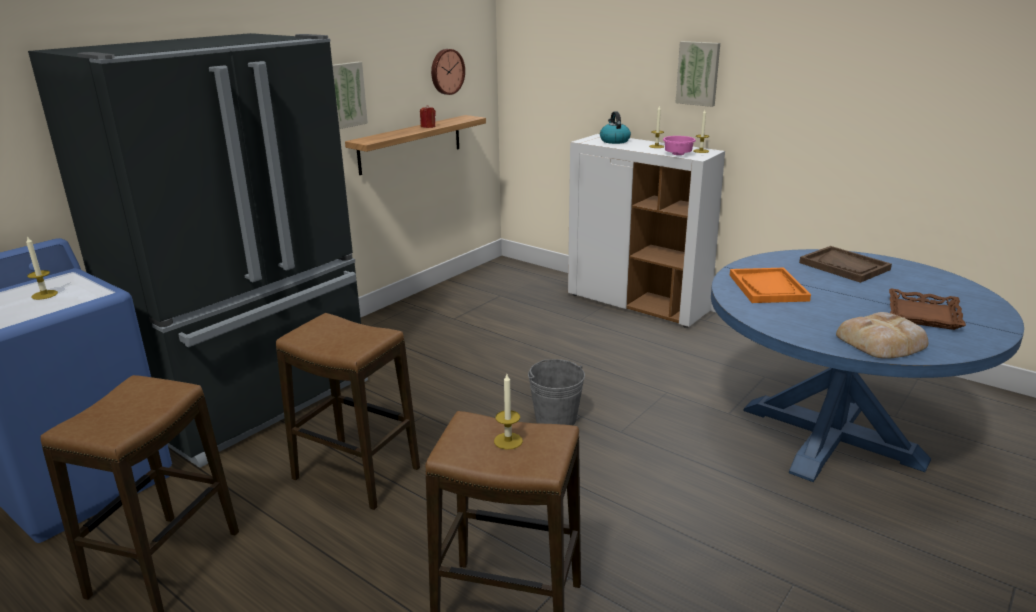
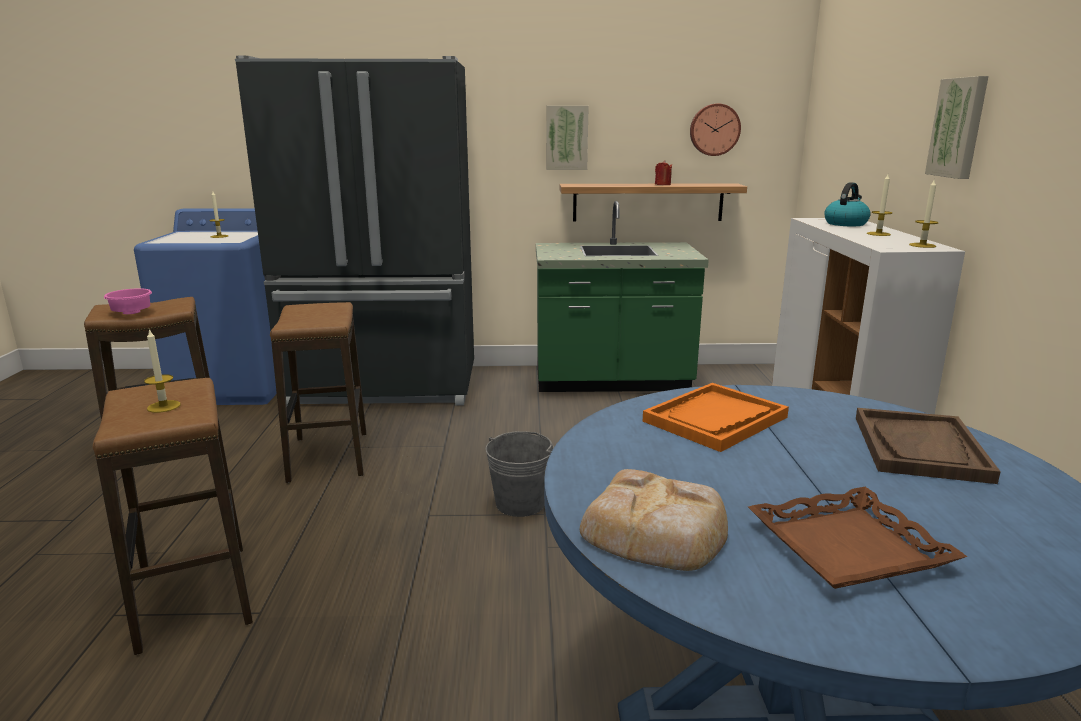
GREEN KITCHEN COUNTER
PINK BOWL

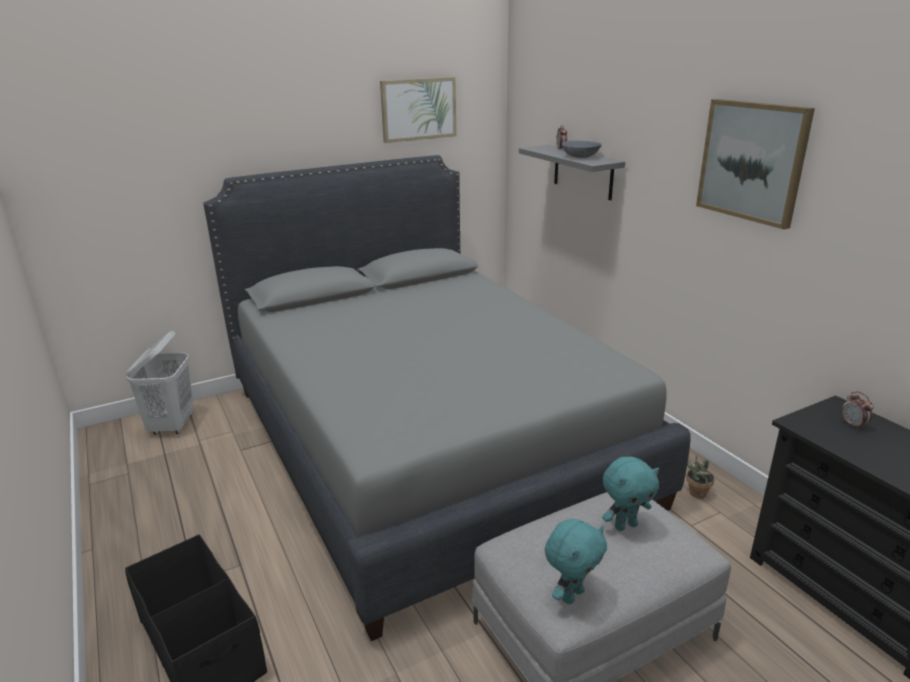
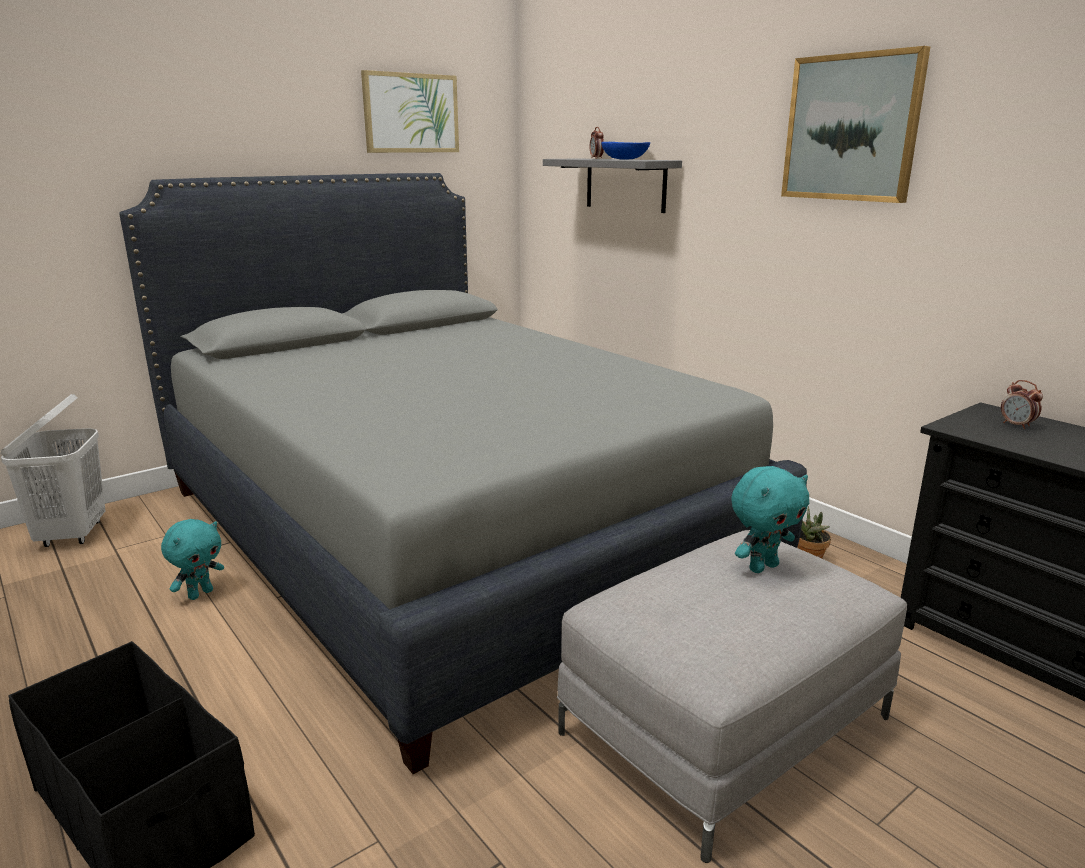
TURQUOISE SOFT TOY (no. 1 from left)
BLUE BOWL

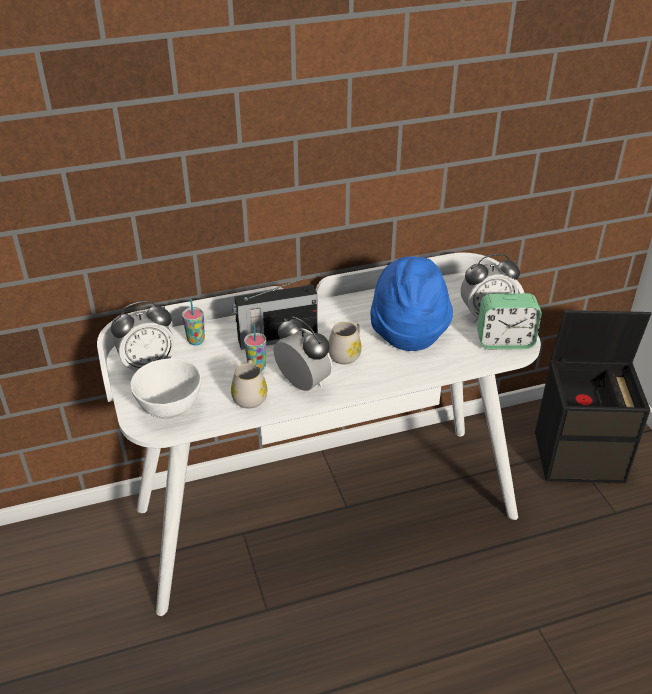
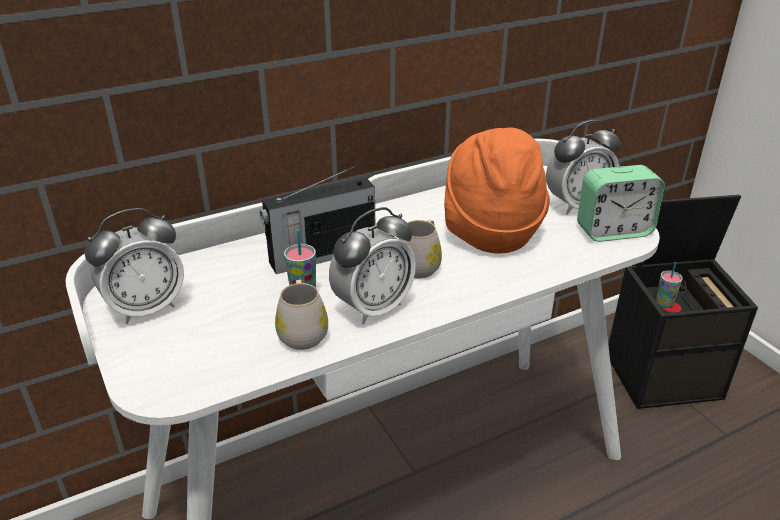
WHITE BOWL
DRINKING CUP (no. 2 from left)
ORANGE CLOTHING HAT
BEDSIDE CLOCK (no. 2 from left)

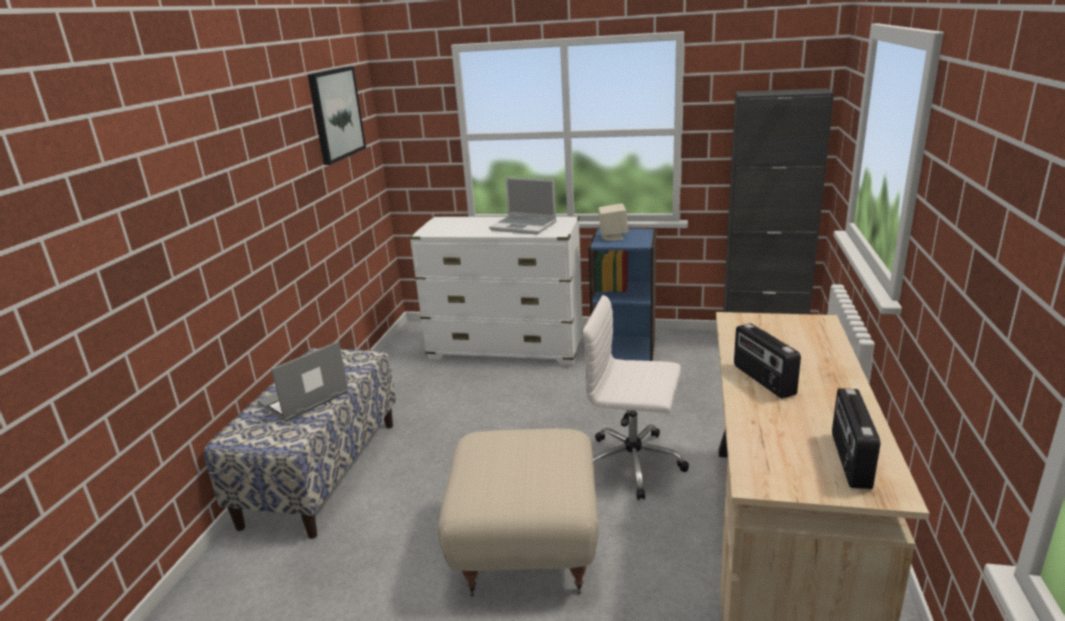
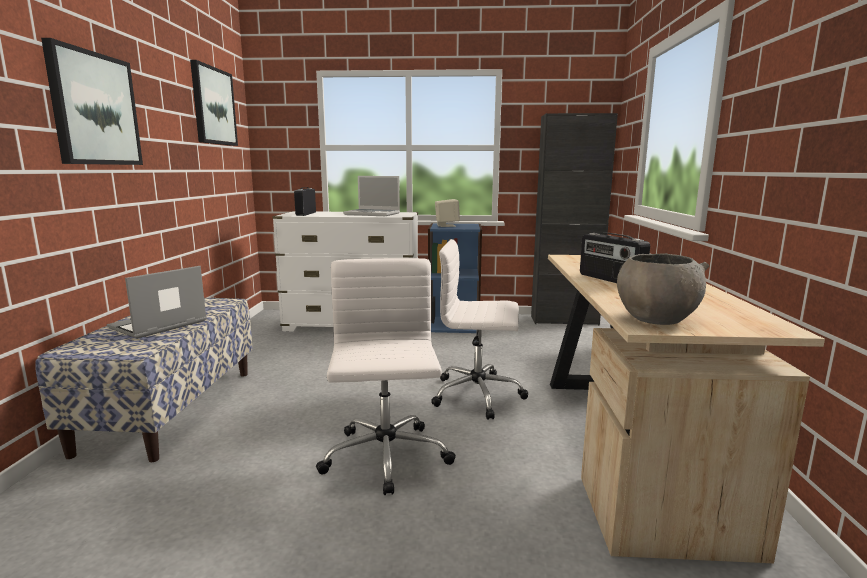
WALL PICTURE (no. 1 from left)
GRAY BOWL
RADIO RECEIVER (no. 1 from left)
WHITE OFFICE CHAIR (no. 1 from left)

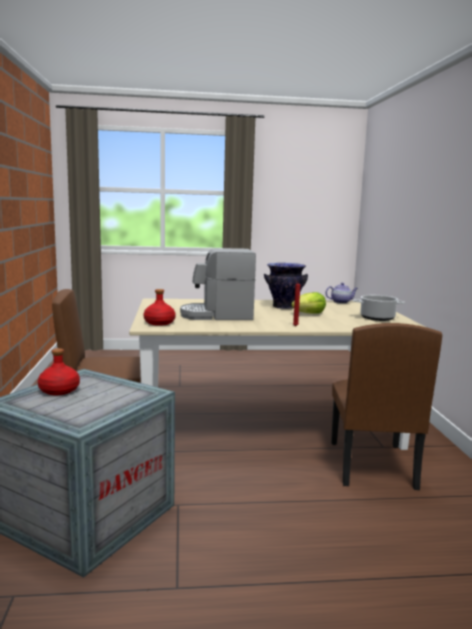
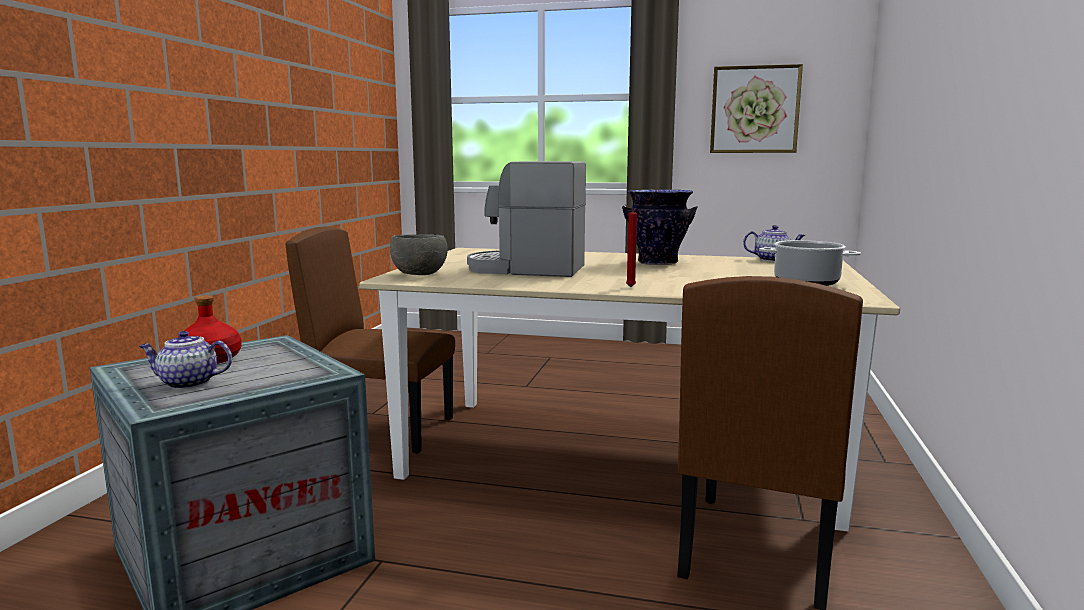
HEAD OF LETTUCE
TEA POT (no. 1 from left)
WALL PICTURE
GRAY BOWL

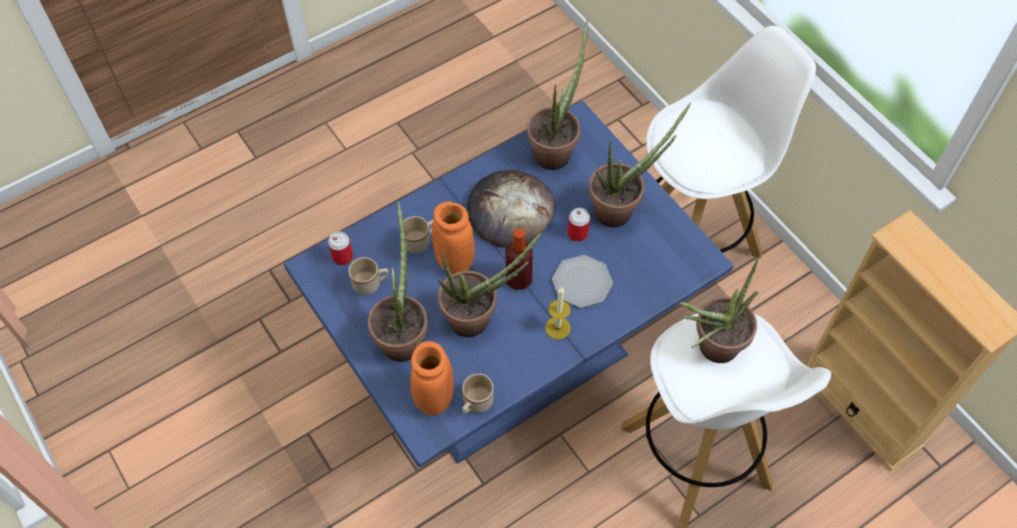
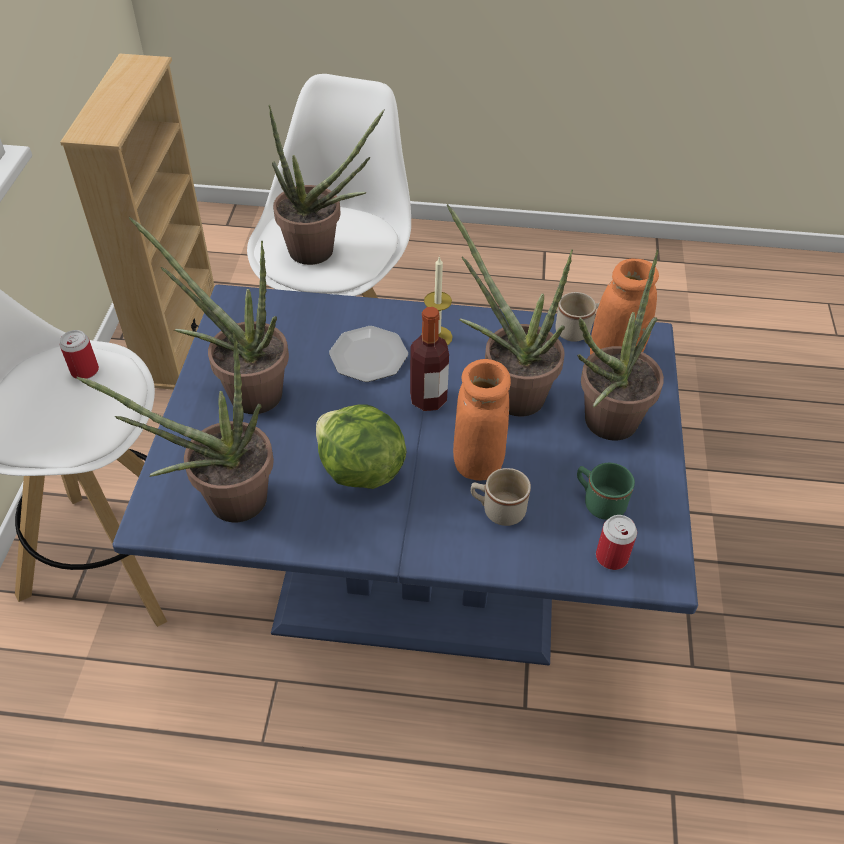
CAN (no. 1 from left)
HEAD OF LETTUCE
GREEN TEA MUG

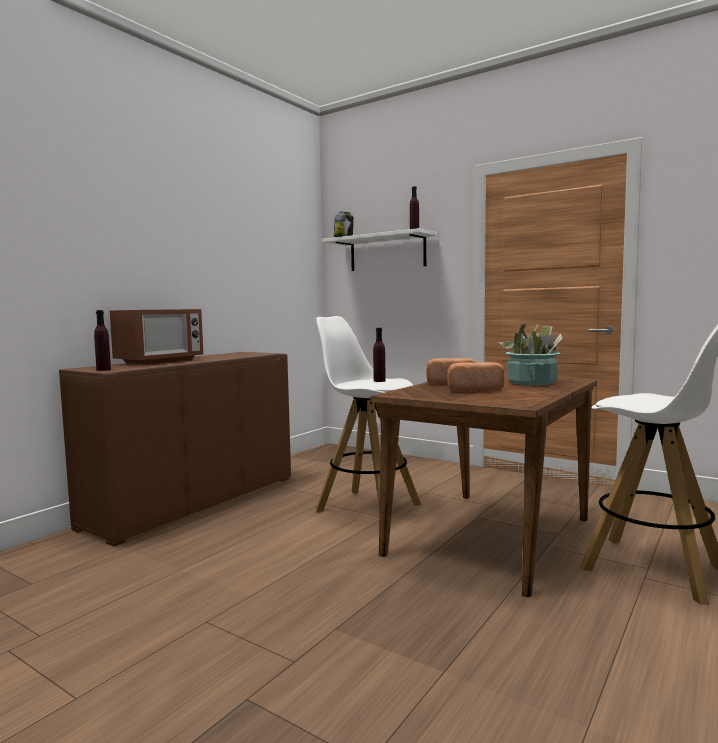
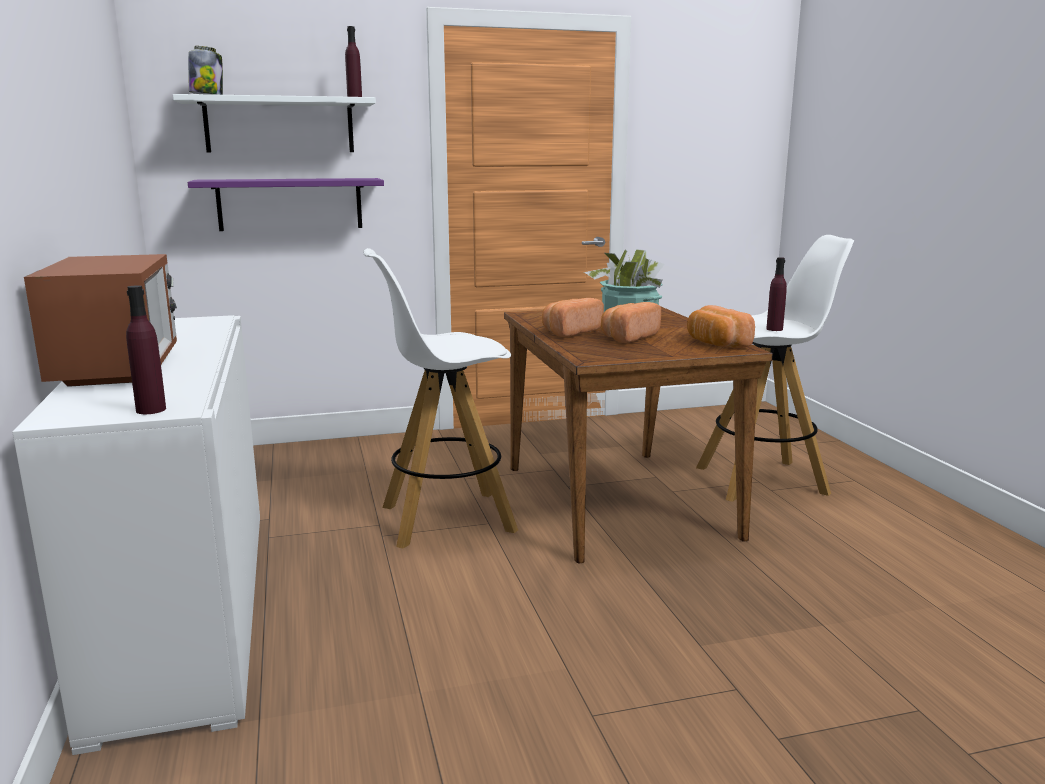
PURPLISH SHELF
BAKED BREAD (no. 3 from left)
PURPLISH BOTTLE (no. 3 from left)
WHITE CUPBOARD

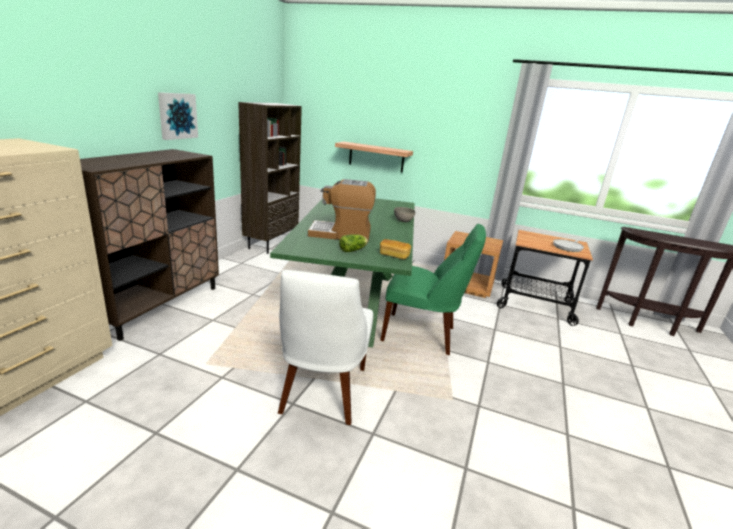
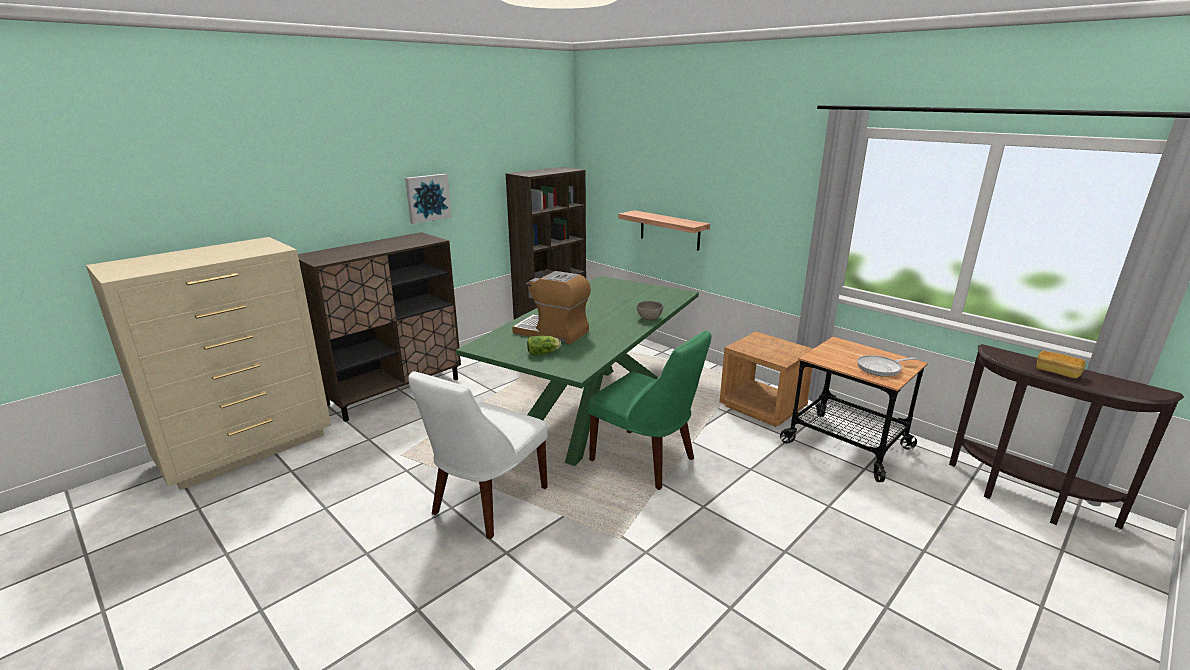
BAKED BREAD

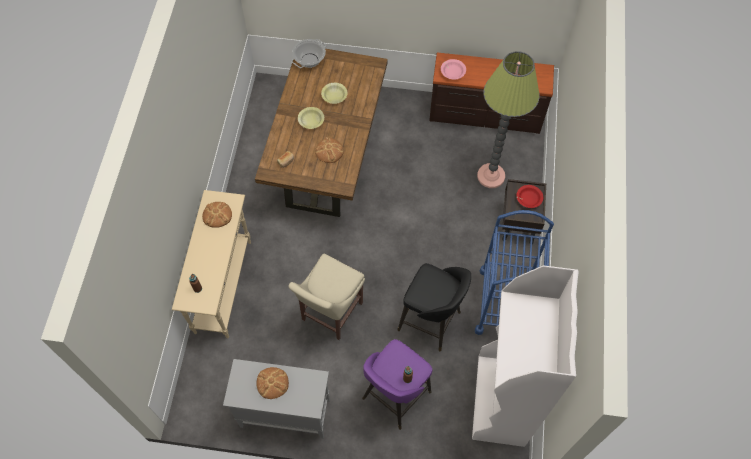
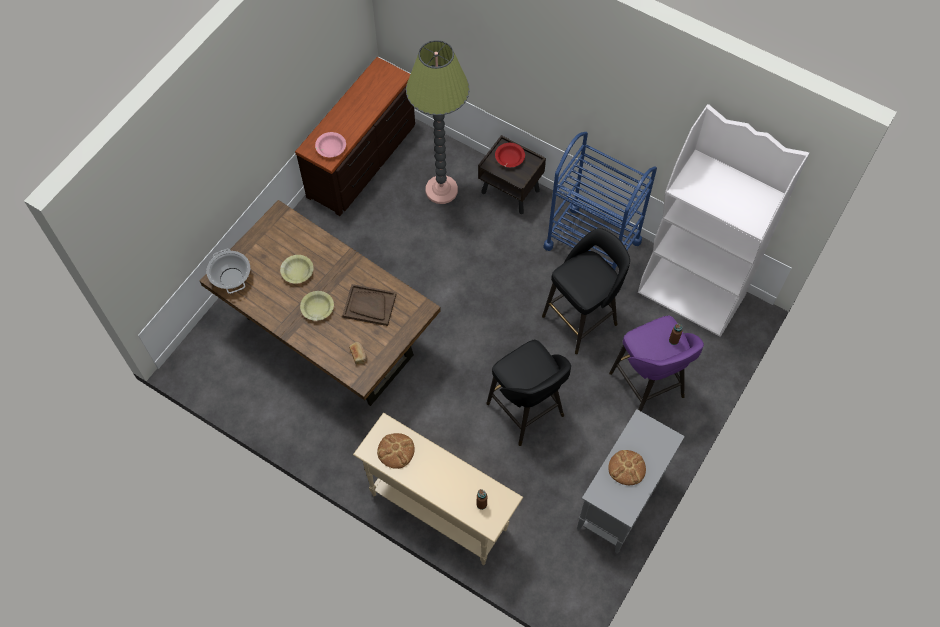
BLACK-COLOURED STOOL SEAT (no. 1 from left)
BROWNISH SERVING TRAY

